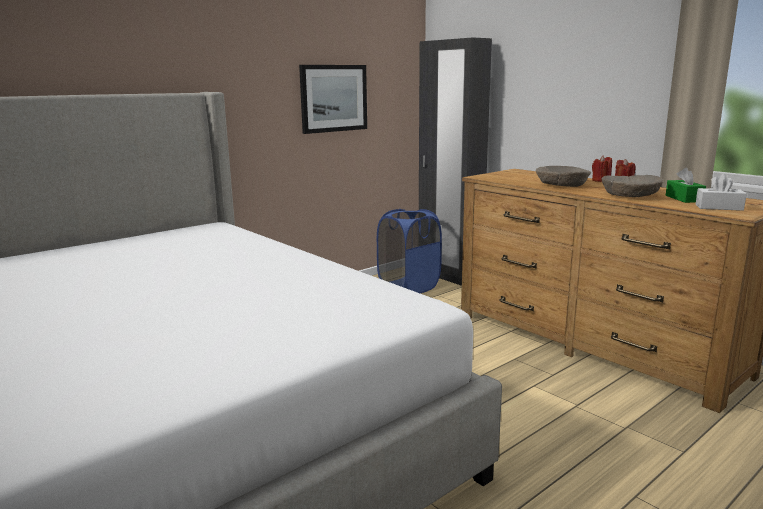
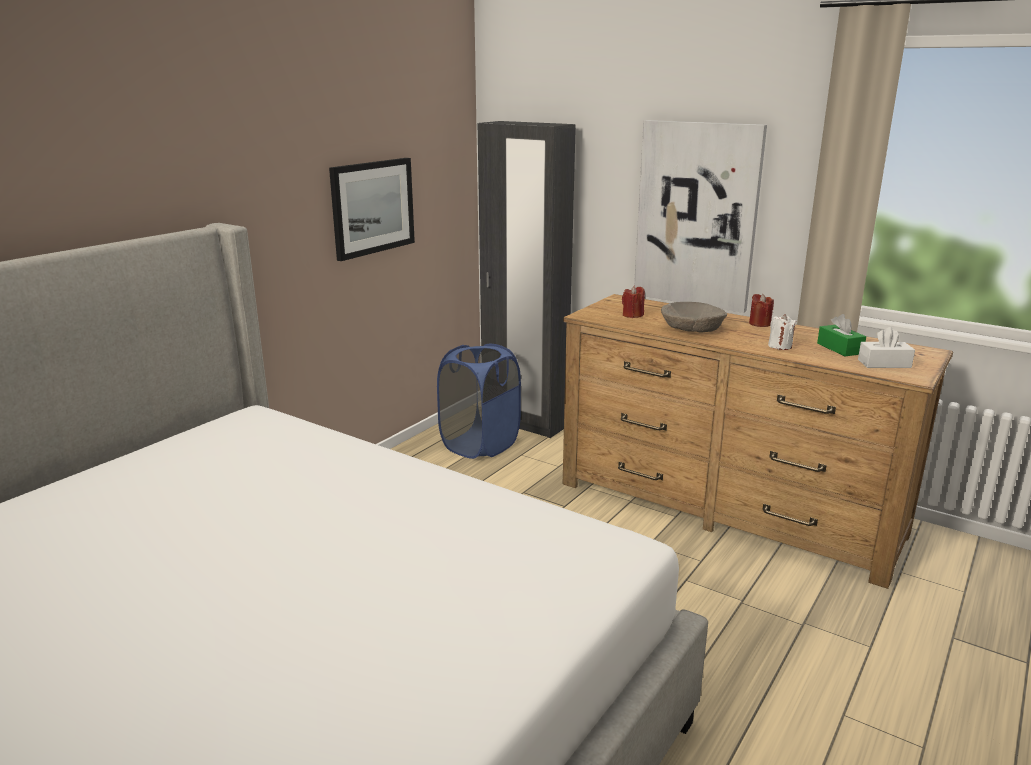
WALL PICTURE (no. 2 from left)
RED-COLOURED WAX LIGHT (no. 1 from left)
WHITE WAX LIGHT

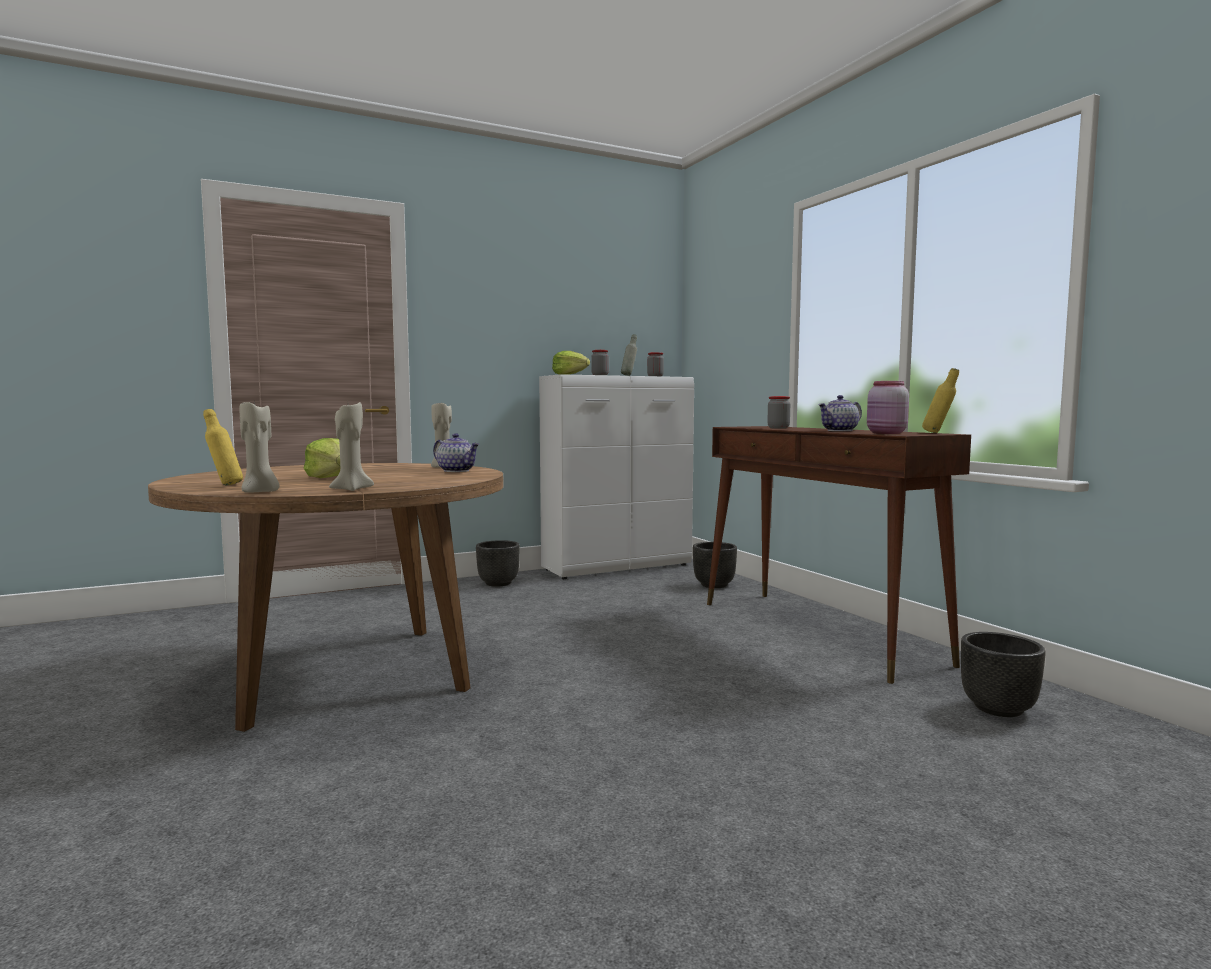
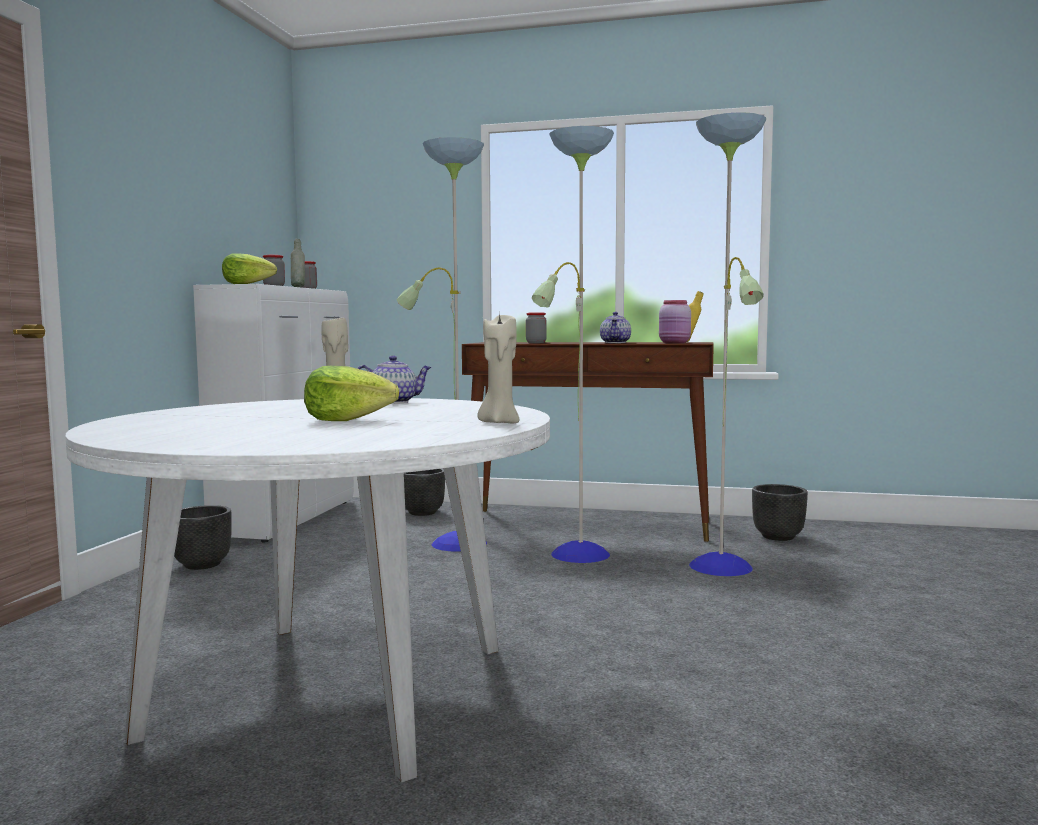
YELLOWISH BOTTLE (no. 1 from left in the first image)
BEIGE WAX LIGHT (no. 1 from left in the first image)
STANDING LAMP
WHITE DINNER TABLE

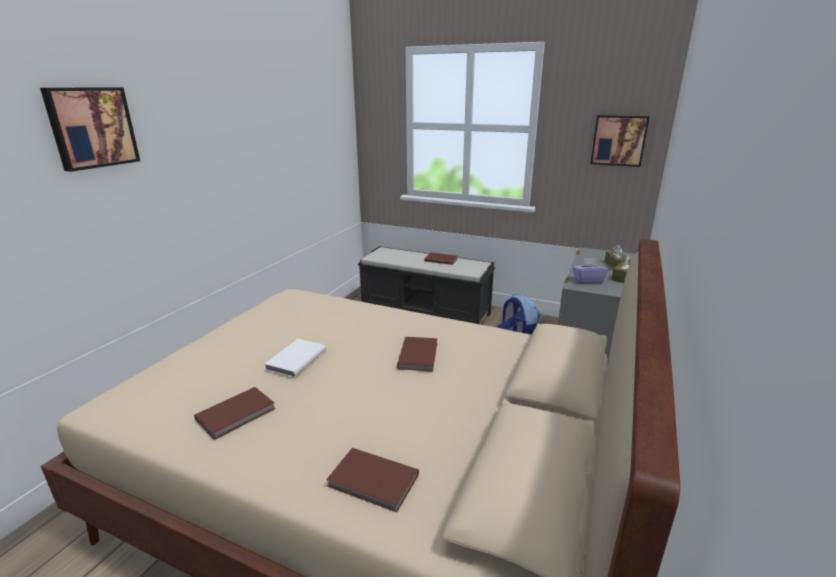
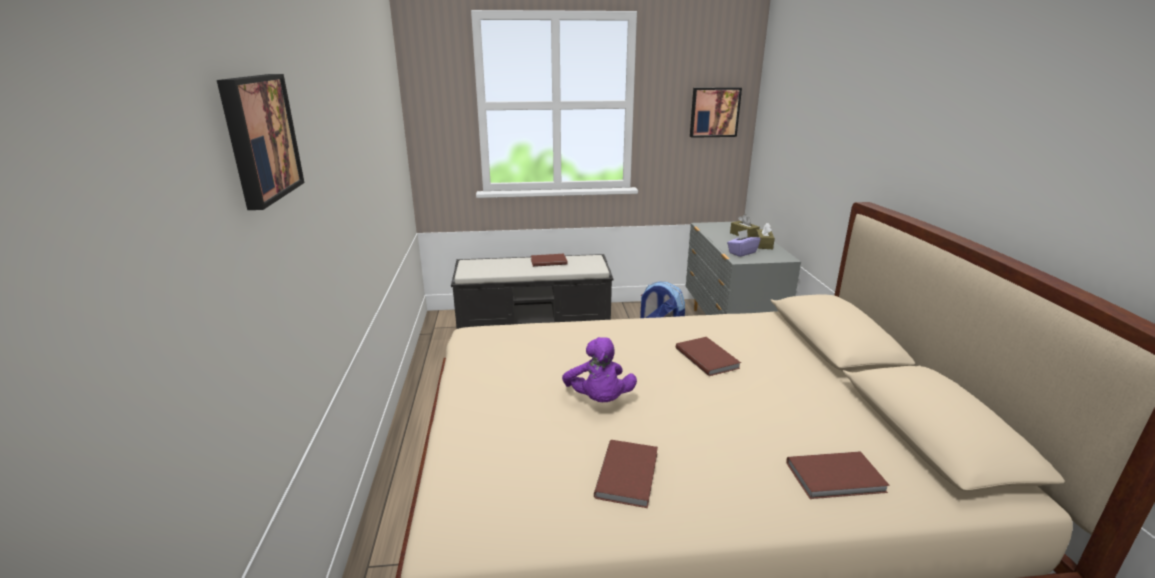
PURPLISH SOFT TOY

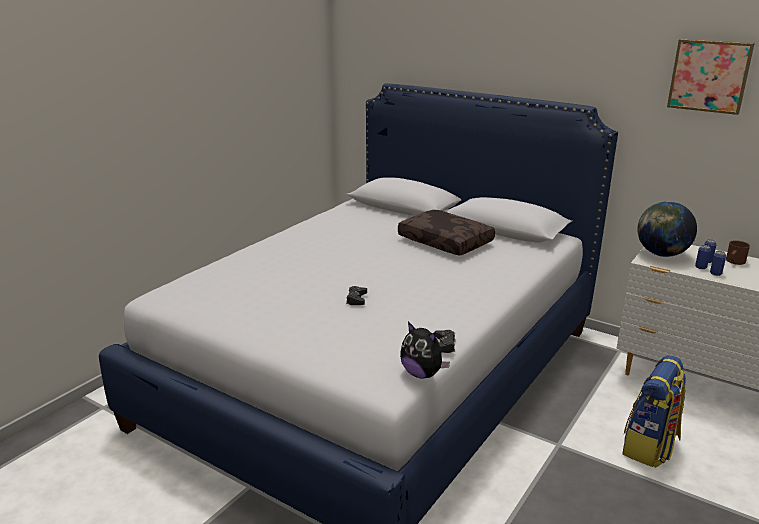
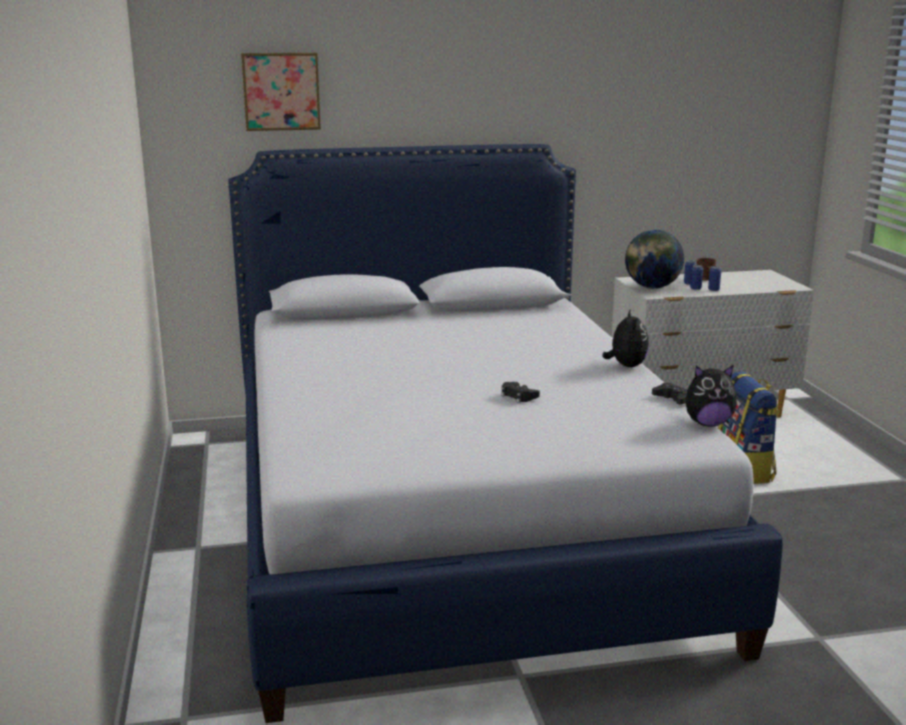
BROWNISH CUSHION
SOFT TOY (no. 1 from left)
WALL PICTURE

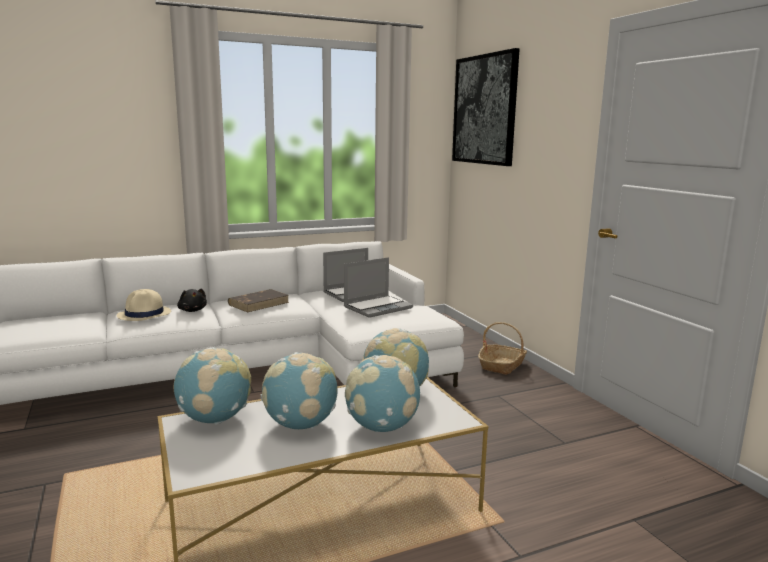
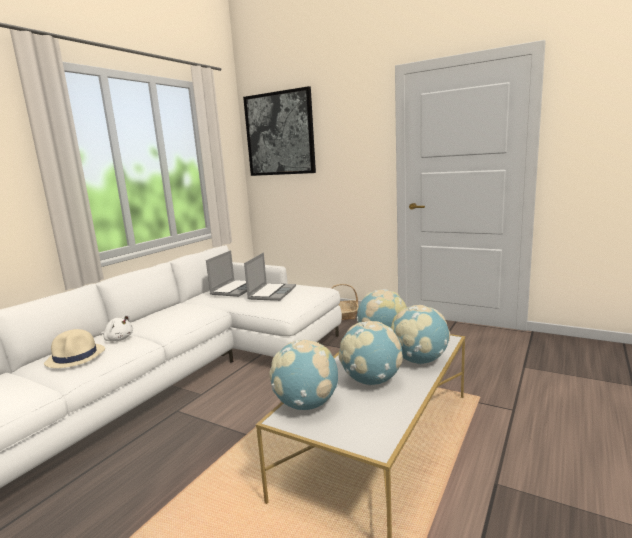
BROWNISH BOUND BOOK
WHITE SOFT TOY

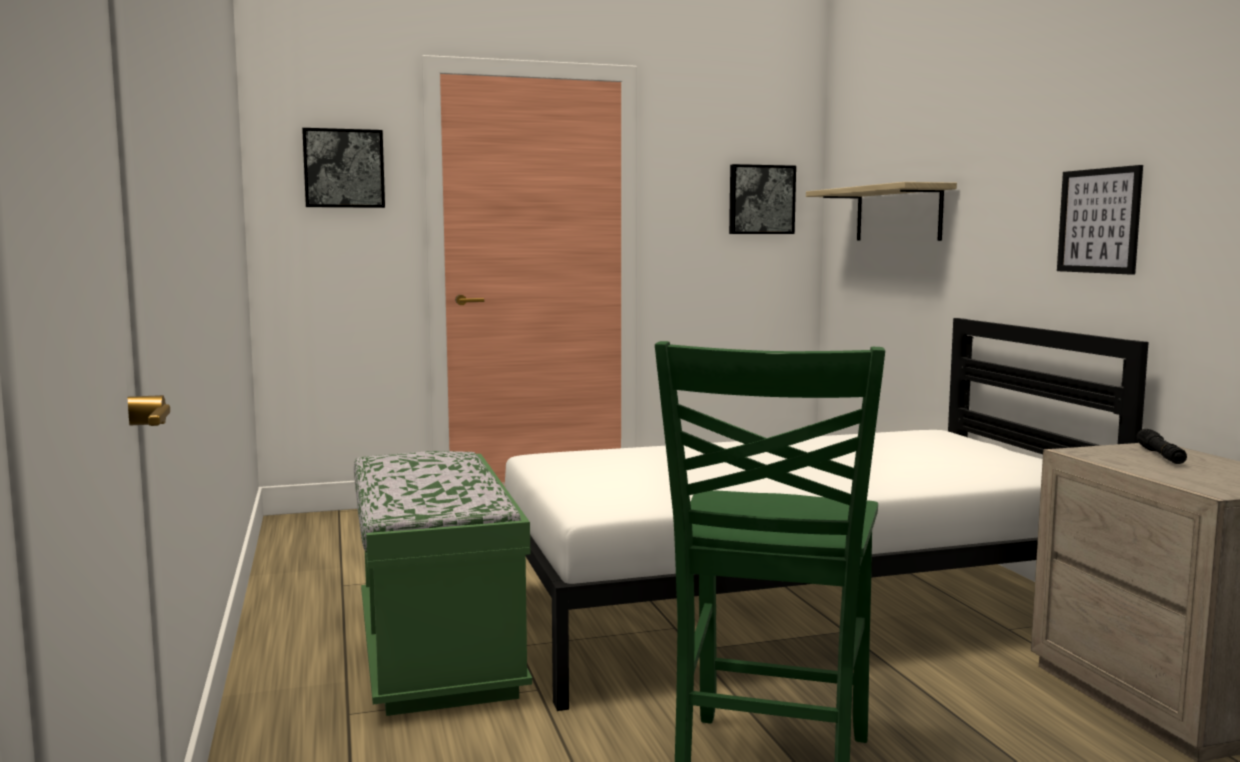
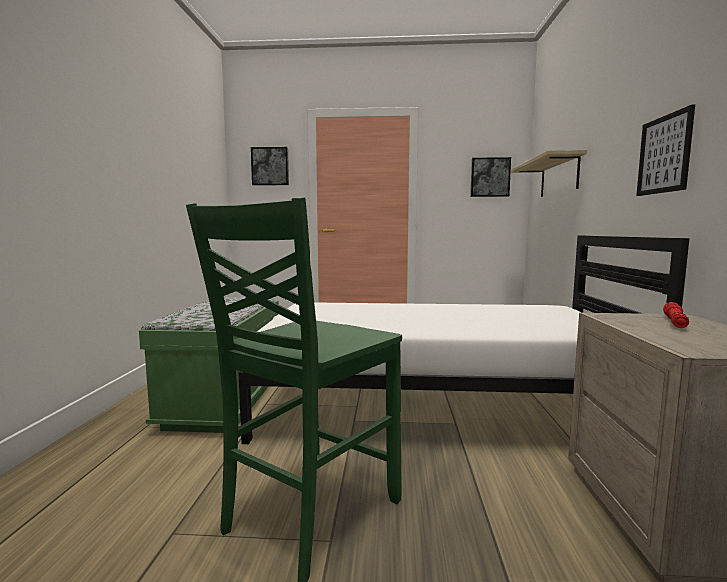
RED-COLOURED HAND TORCH

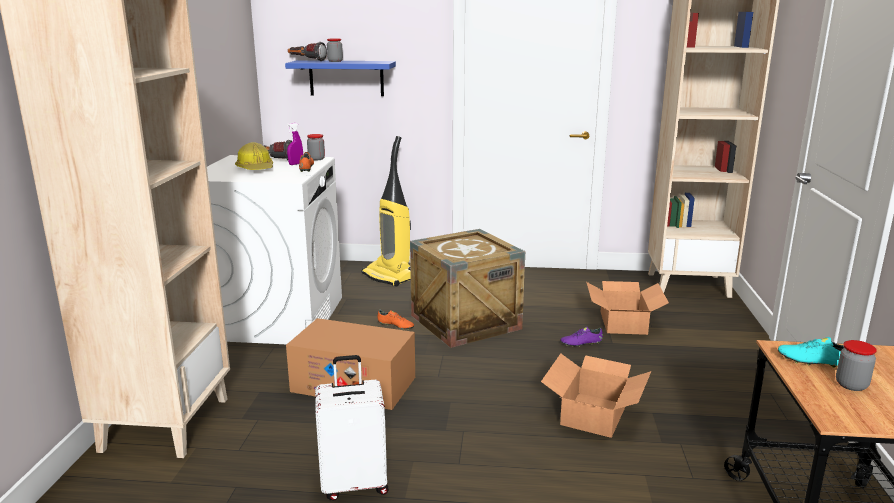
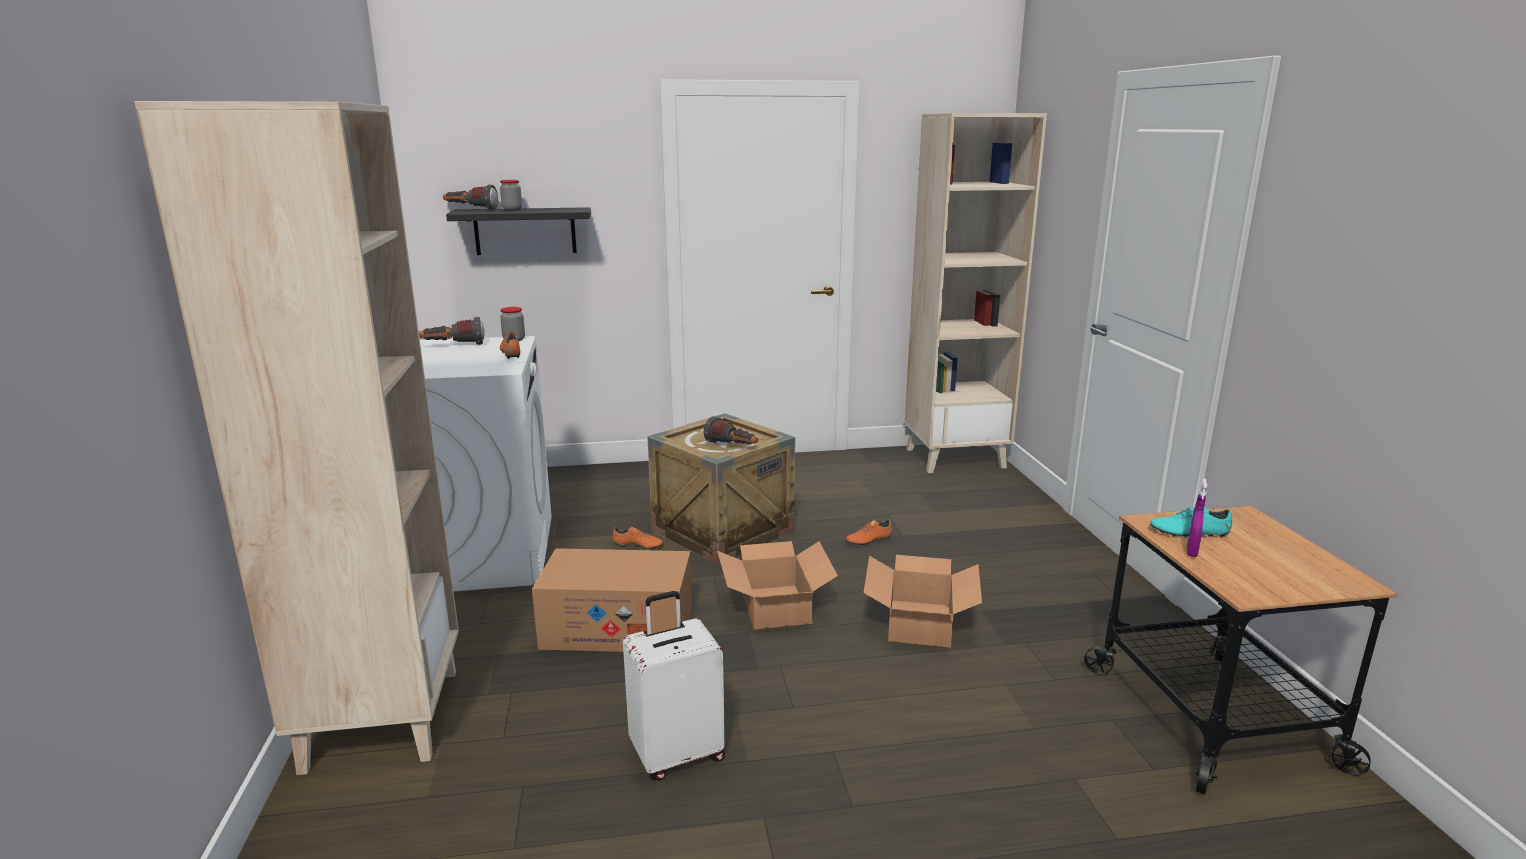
WORK HELMET
VACUUM
PRESERVE JAR (no. 3 from left in the first image)
HAND TORCH (no. 3 from left)
PURPLISH SPRAY BOTTLE
CARTON (no. 2 from left)
BLACK-COLOURED SHELF
ORANGE LOW SHOE (no. 3 from left)

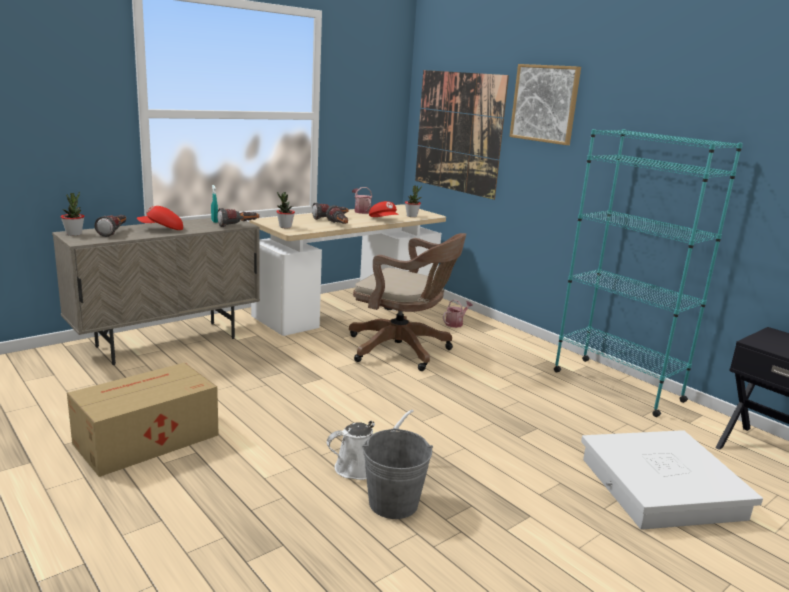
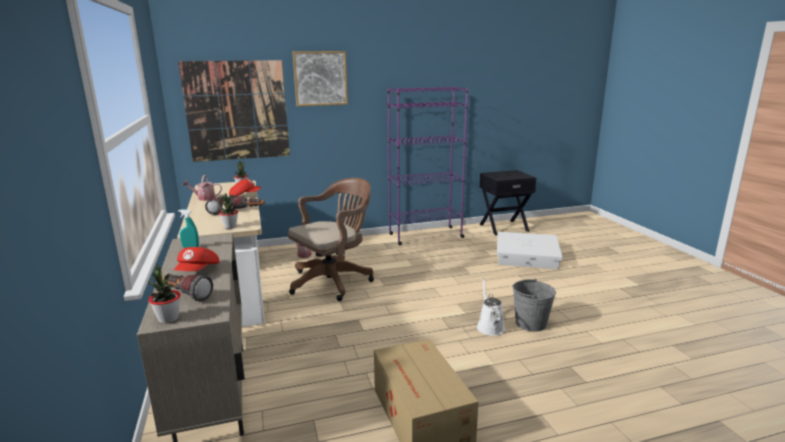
HAND TORCH (no. 2 from left in the first image)
PURPLISH SHELVING UNIT

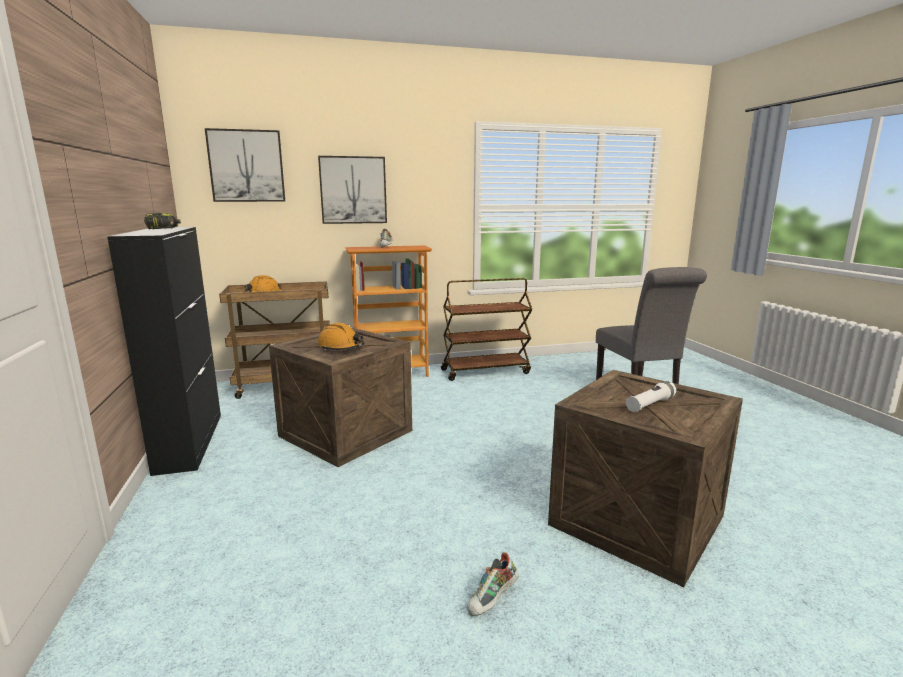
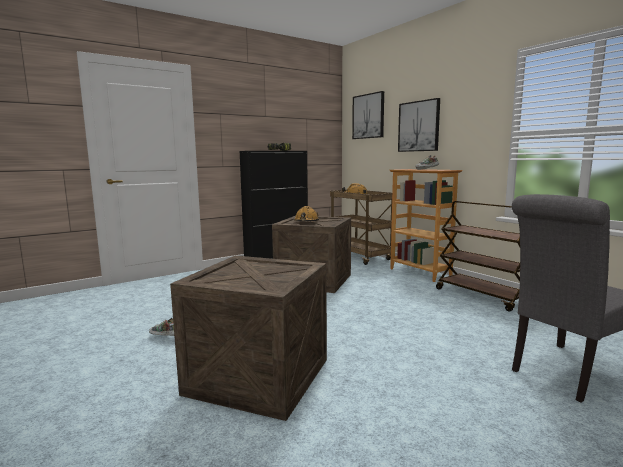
WHITE HAND TORCH

